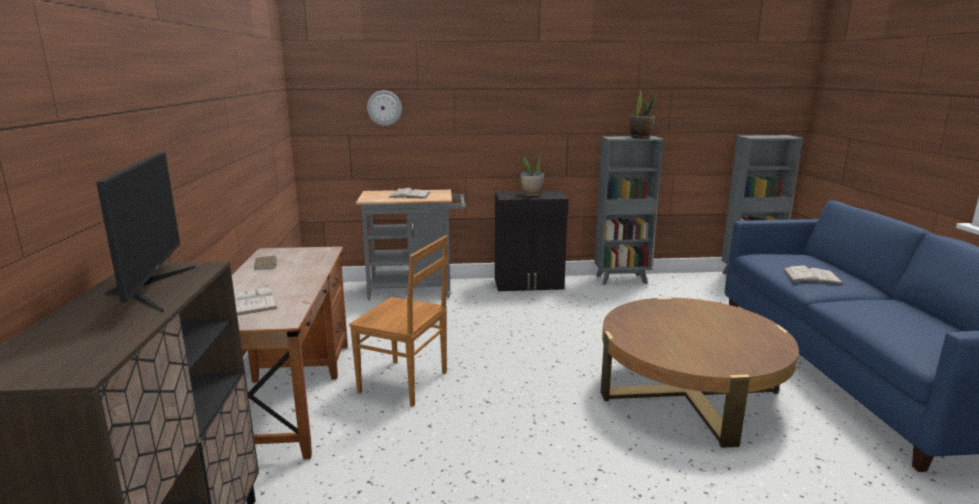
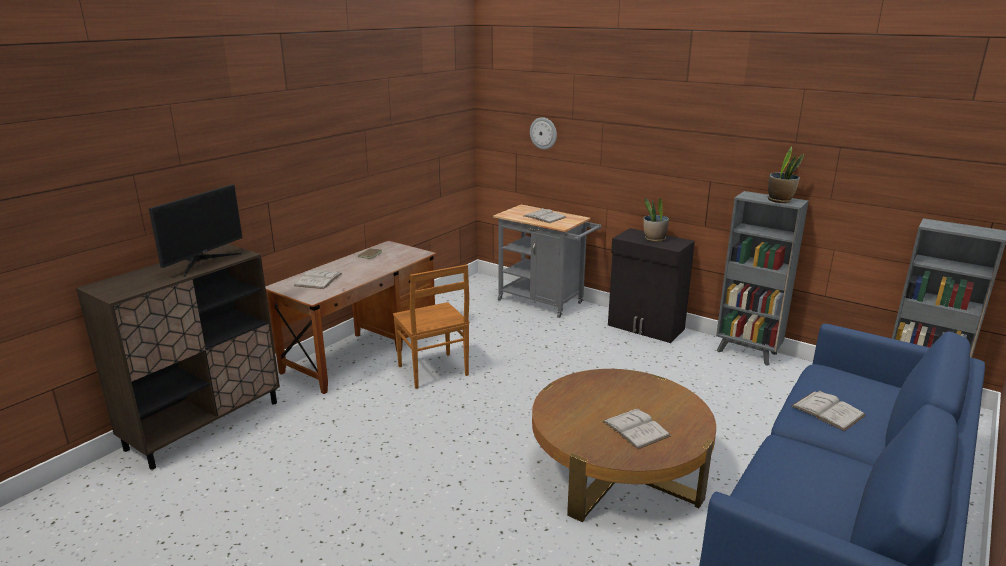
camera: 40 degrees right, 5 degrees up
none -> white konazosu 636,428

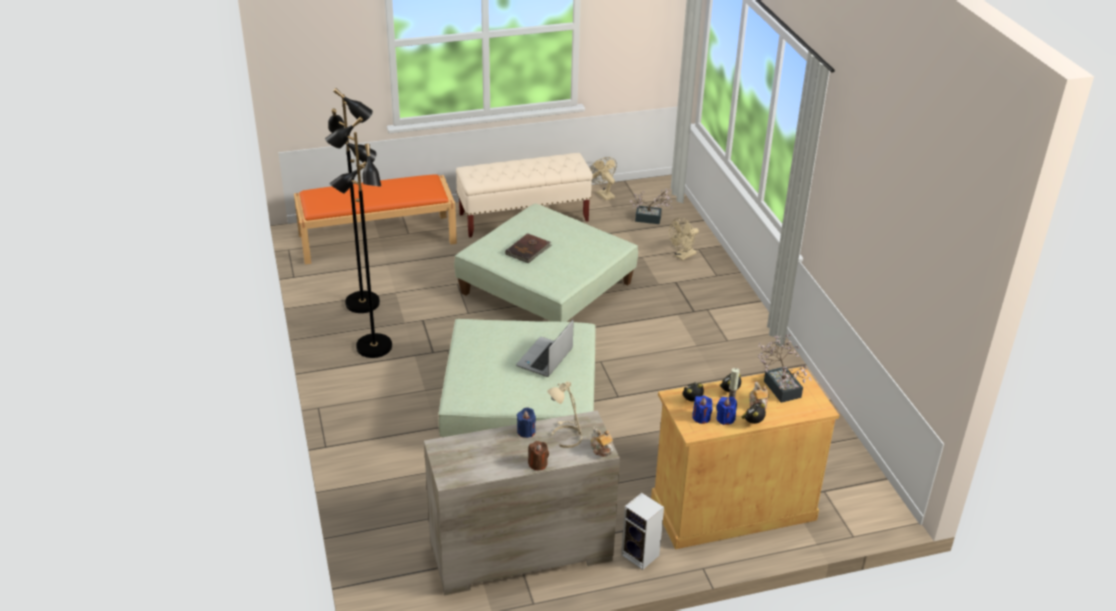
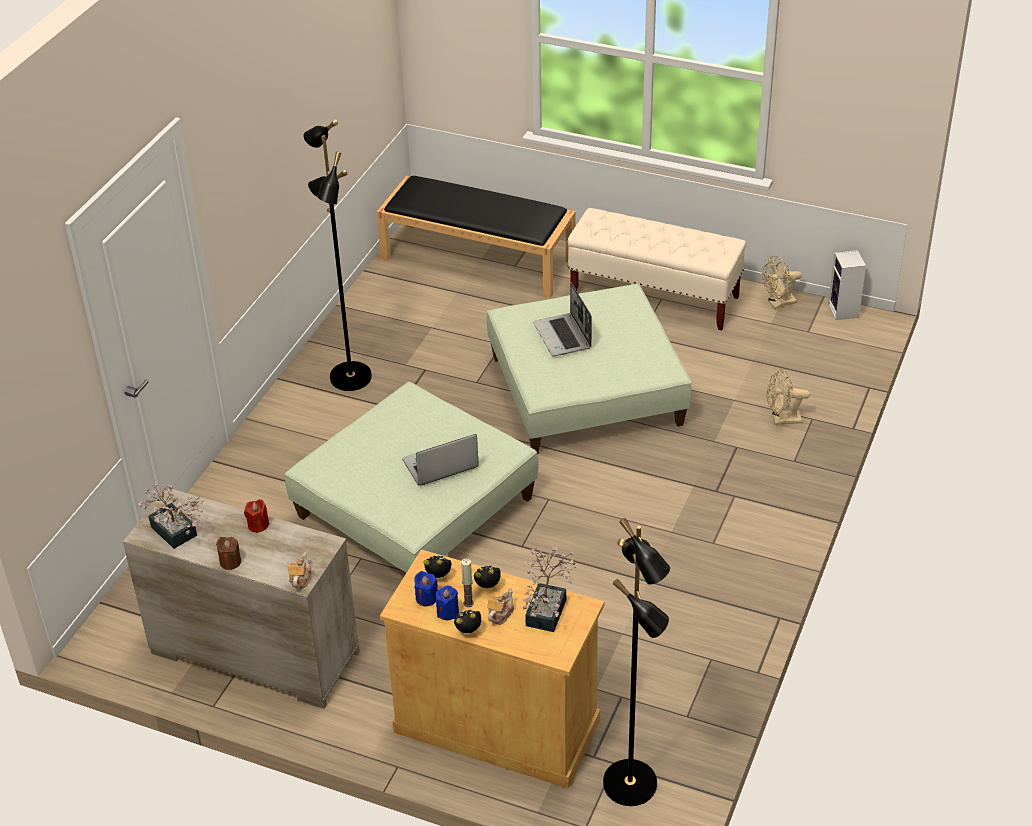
camera: 40 degrees right, 5 degrees up
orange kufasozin 375,219 -> black kufasozin 476,236
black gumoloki 354,200 -> black gumoloki 636,662, relocated
brown konazosu 528,248 -> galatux 562,319
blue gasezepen 526,422 -> red gasezepen 257,516
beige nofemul 564,414 -> none
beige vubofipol 603,179 -> beige vubofipol 782,282, 120 degrees counterclockwise
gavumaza 642,531 -> gavumaza 847,285, relocated
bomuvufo 651,206 -> bomuvufo 171,516, relocated

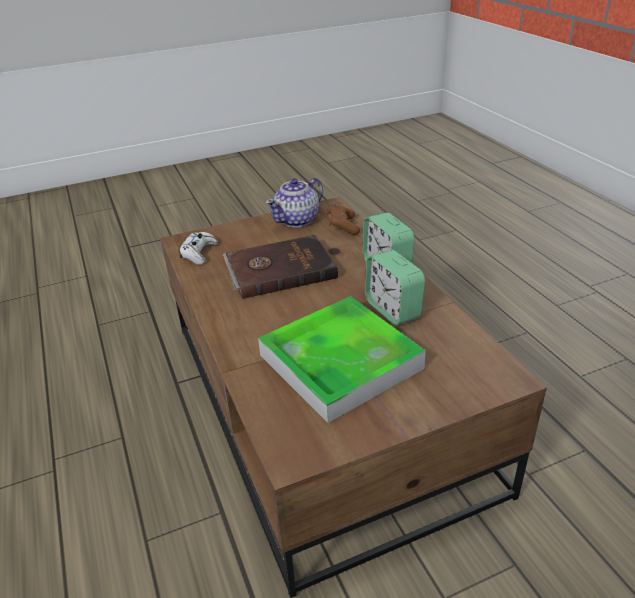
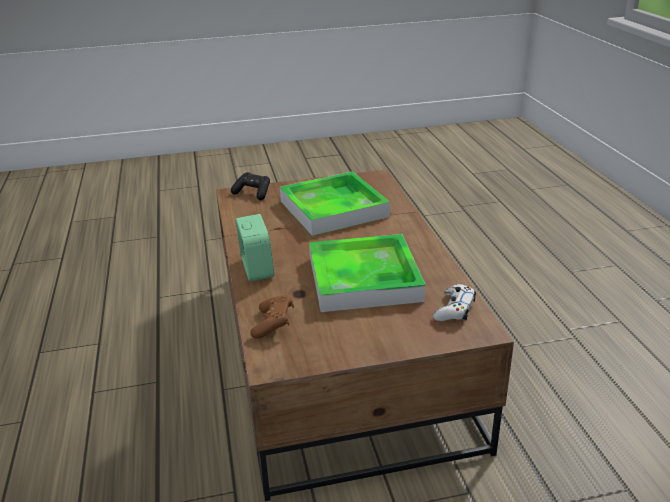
camera: 170 degrees left, 5 degrees down
brown konazosu 280,267 -> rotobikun 367,273
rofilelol 294,202 -> none
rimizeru 395,288 -> none
none -> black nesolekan 250,186

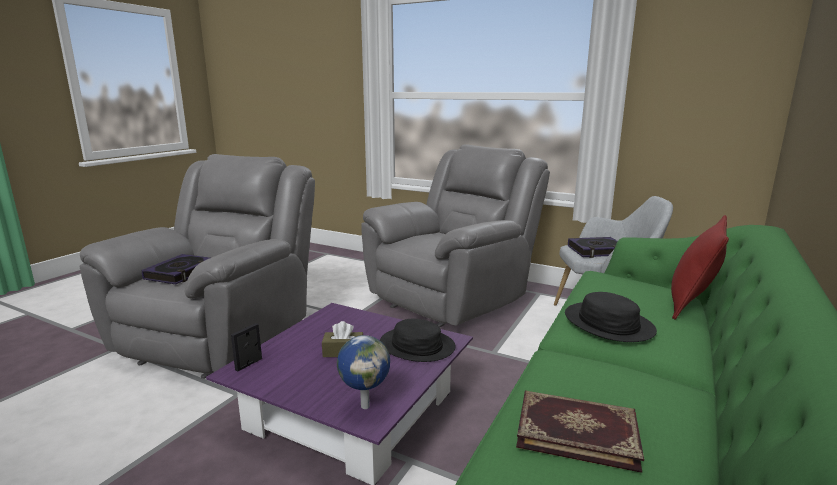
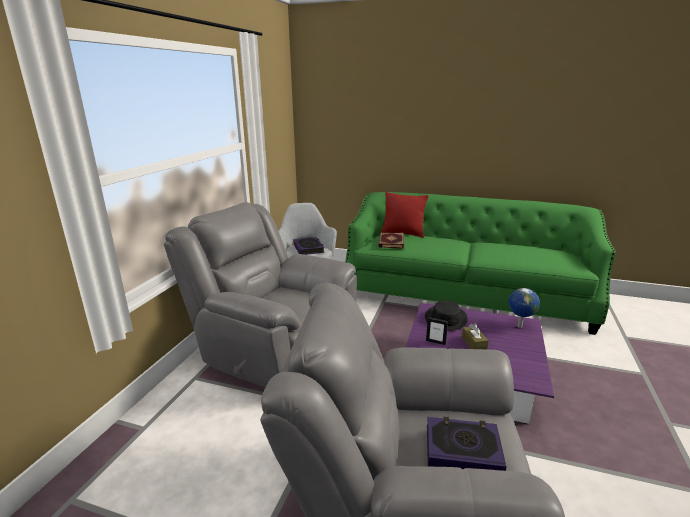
camera: 100 degrees left, 5 degrees up
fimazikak 246,347 -> fimazikak 437,331, relocated
konazosu 580,432 -> konazosu 391,240, relocated
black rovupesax 611,317 -> none

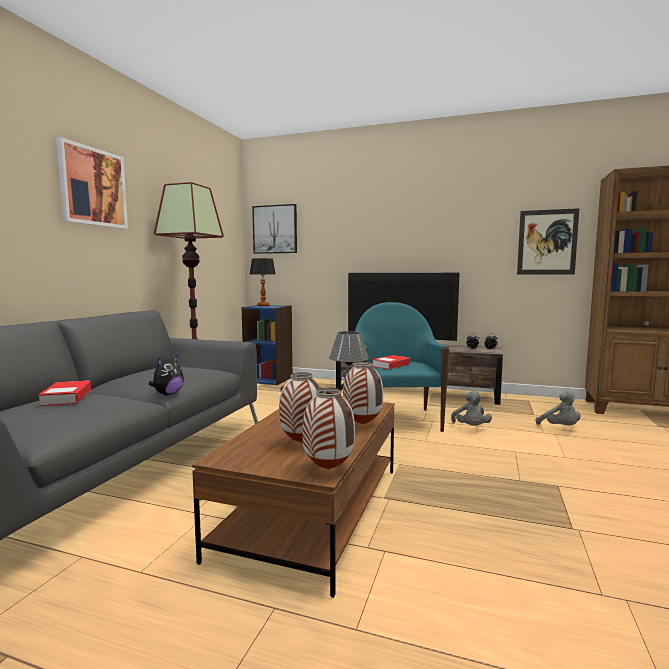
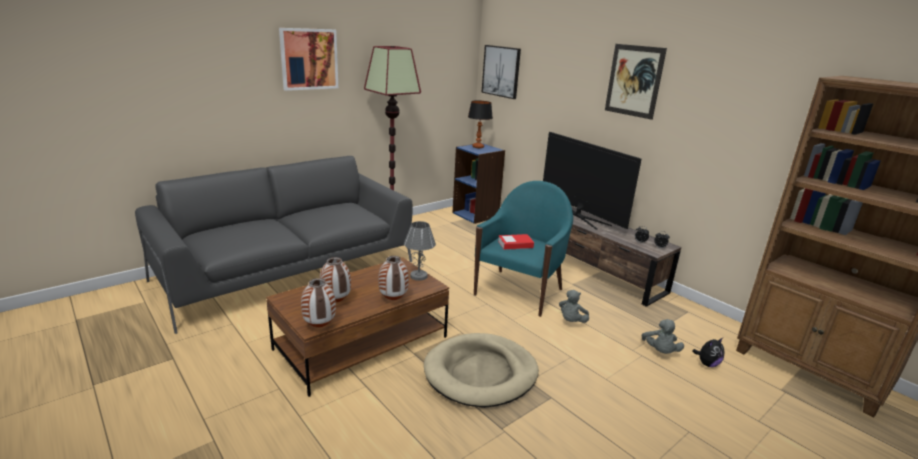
camera: 30 degrees right, 15 degrees up
konazosu 64,393 -> none
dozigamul 166,375 -> dozigamul 709,352, relocated
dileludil 548,241 -> dileludil 636,82, relocated
none -> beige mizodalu 481,370

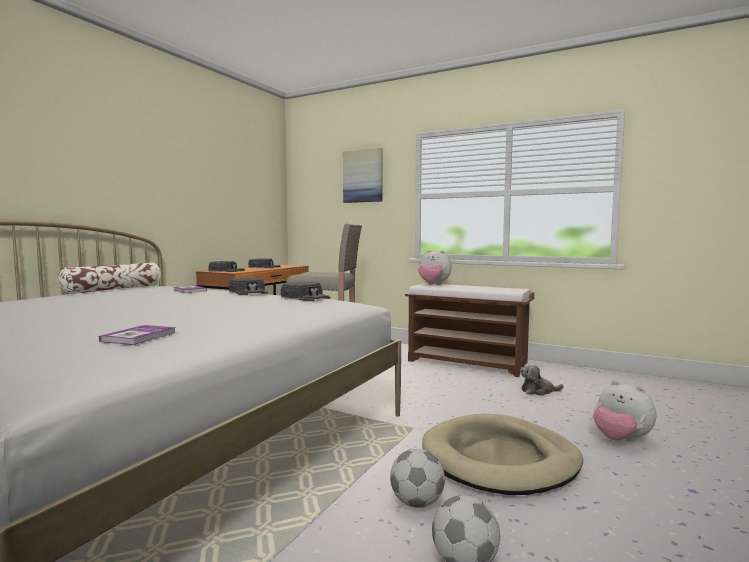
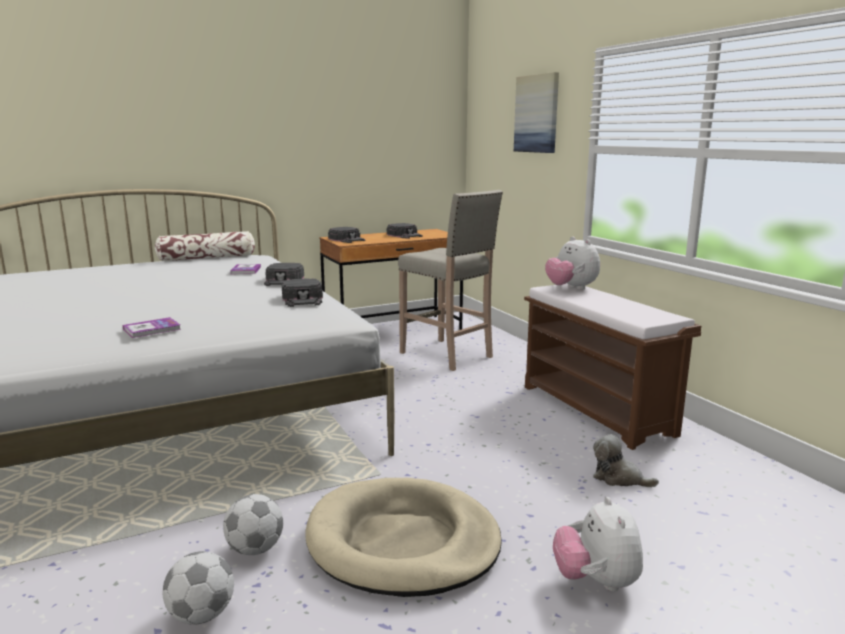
camera: 35 degrees right, 10 degrees up
konazosu 137,335 -> konazosu 152,327, relocated

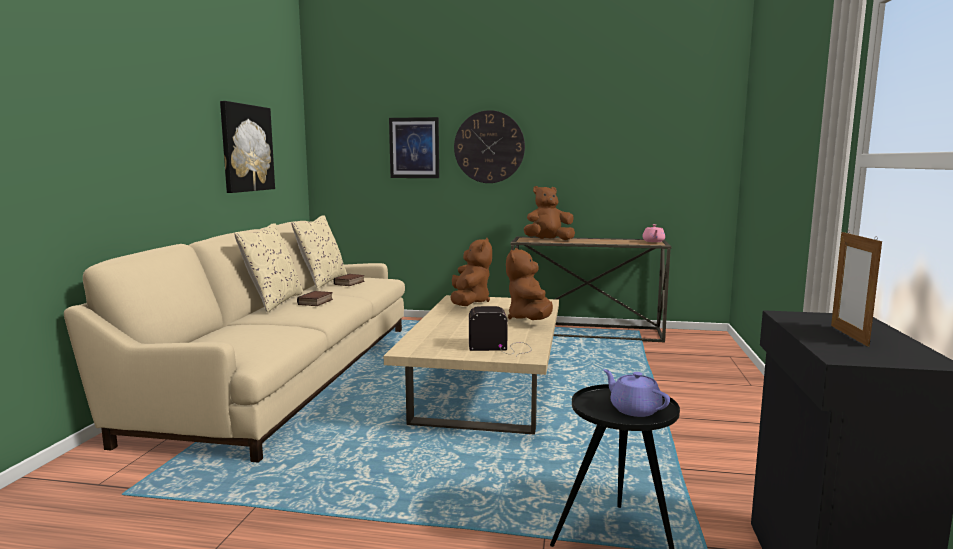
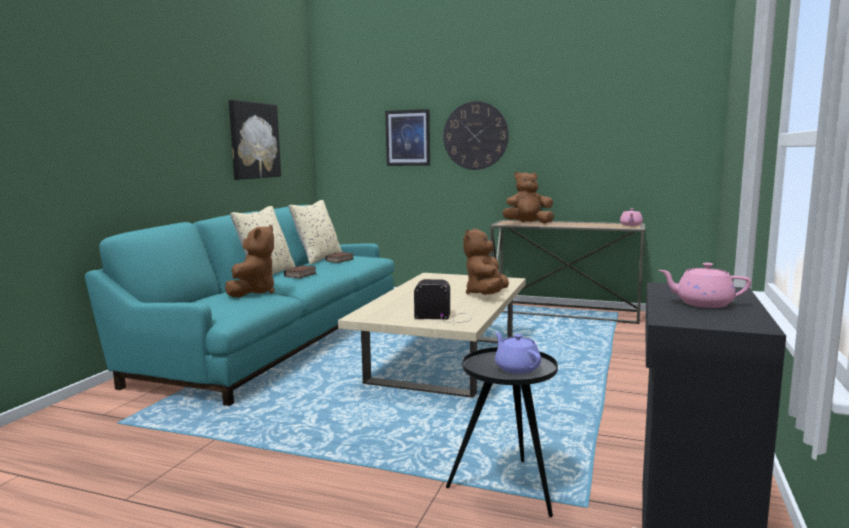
camera: 10 degrees right, 0 degrees up
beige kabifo 234,342 -> turquoise kabifo 240,305
brown dozigamul 471,272 -> brown dozigamul 250,261, relocated
fimazikak 856,288 -> pink rofilelol 705,285

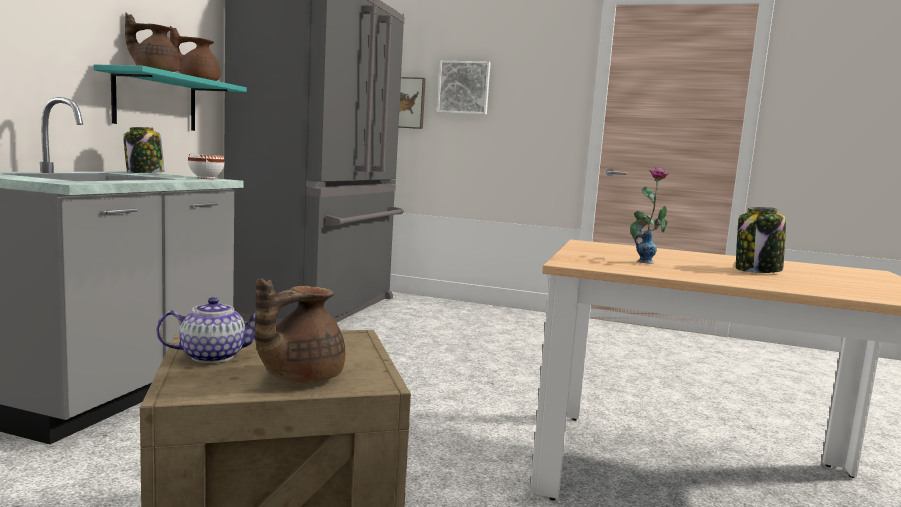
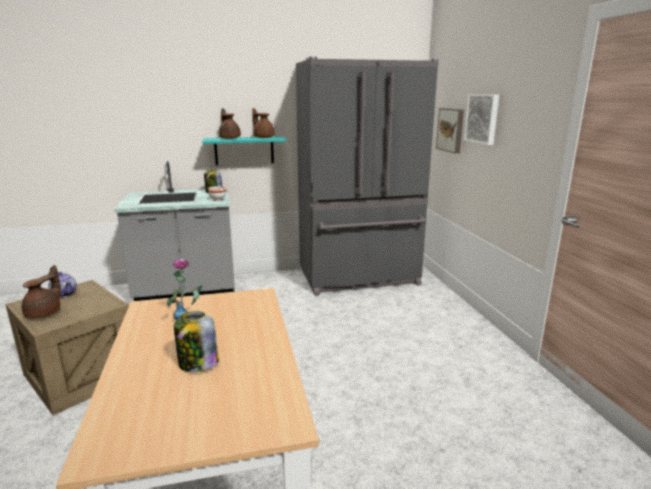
camera: 60 degrees right, 10 degrees up
brown rofilelol 299,331 -> brown rofilelol 41,292, 105 degrees clockwise

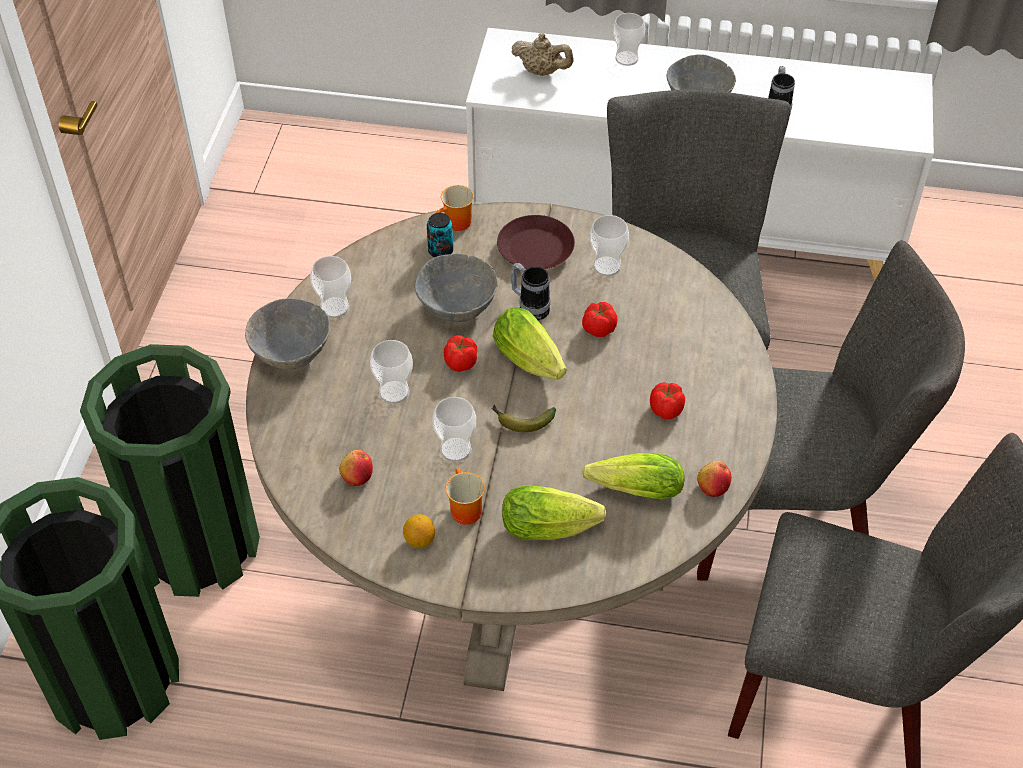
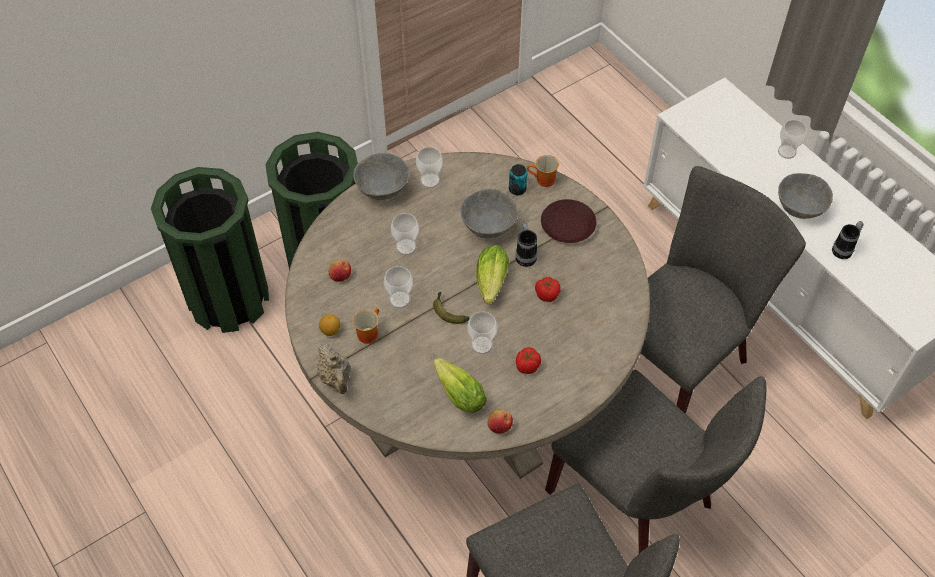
camera: 45 degrees right, 5 degrees up
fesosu 461,353 -> none
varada 554,512 -> none
beige rofilelol 542,54 -> beige rofilelol 334,369, relocated
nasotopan 609,245 -> nasotopan 482,333, relocated

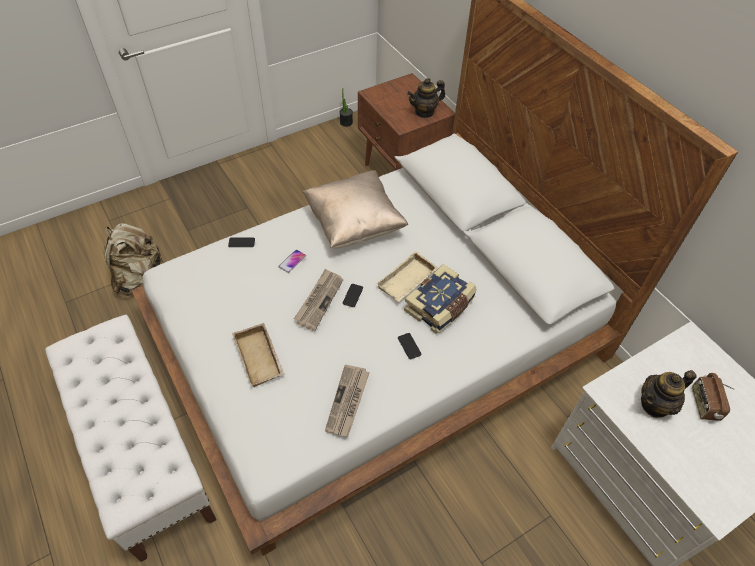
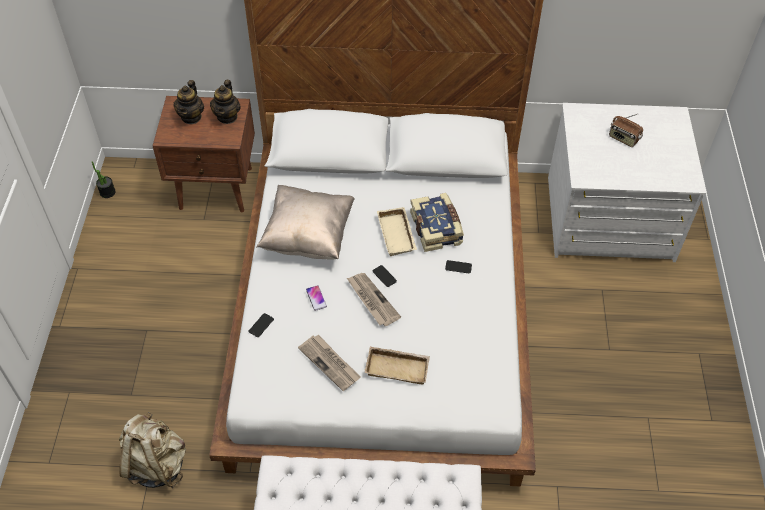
camera: 55 degrees left, 0 degrees up
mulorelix 347,401 -> mulorelix 329,363, relocated
rofilelol 669,394 -> rofilelol 189,102, relocated

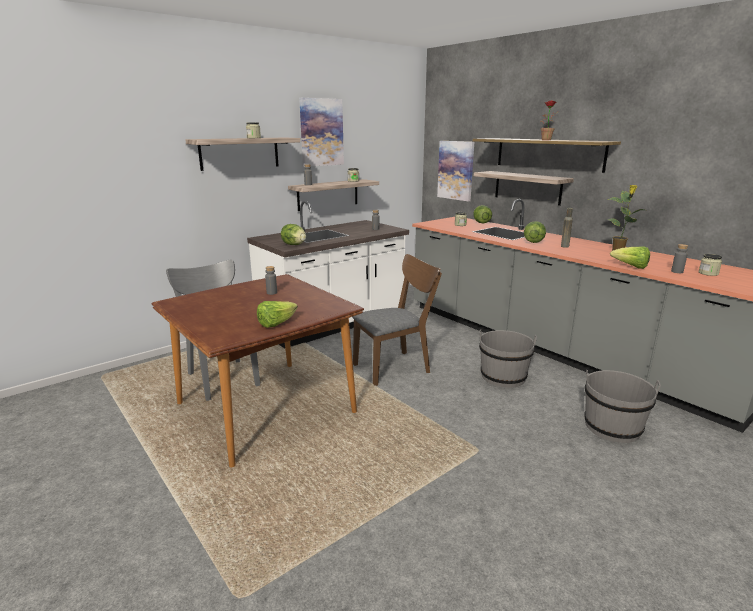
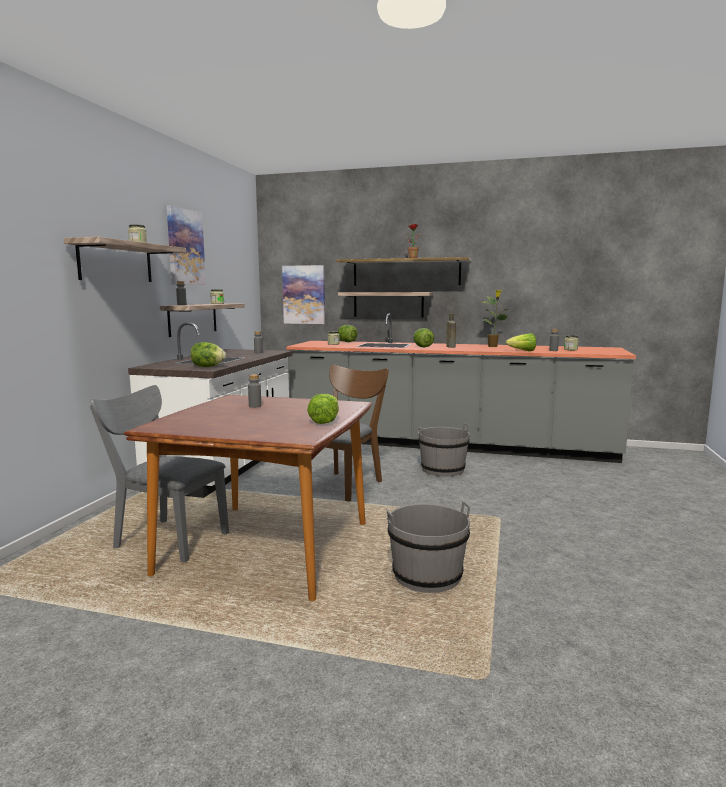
camera: 35 degrees left, 10 degrees down
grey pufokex 623,406 -> grey pufokex 428,547, relocated

